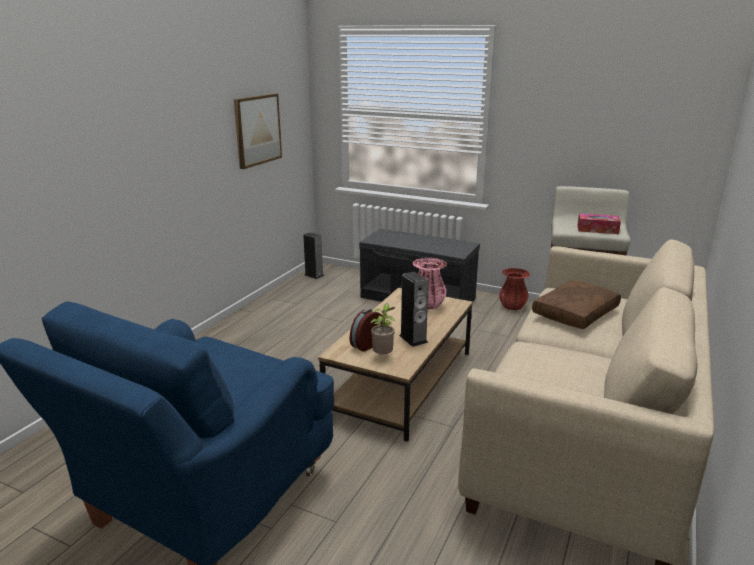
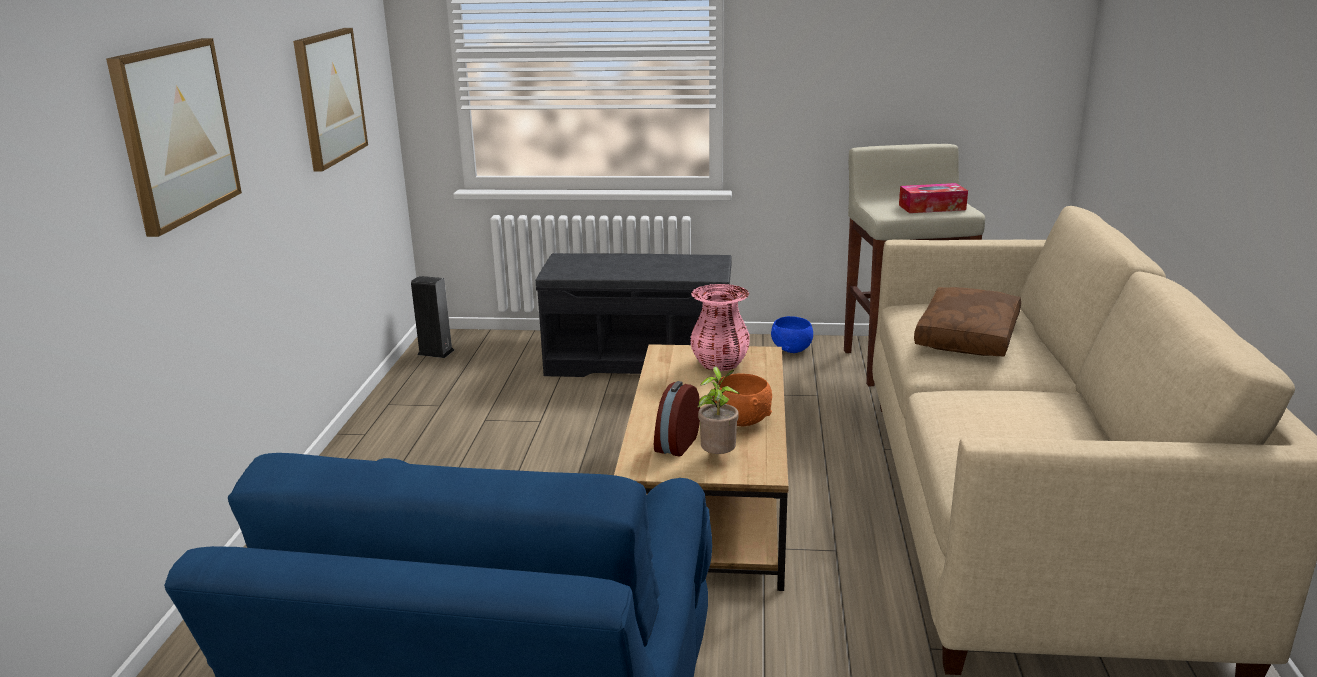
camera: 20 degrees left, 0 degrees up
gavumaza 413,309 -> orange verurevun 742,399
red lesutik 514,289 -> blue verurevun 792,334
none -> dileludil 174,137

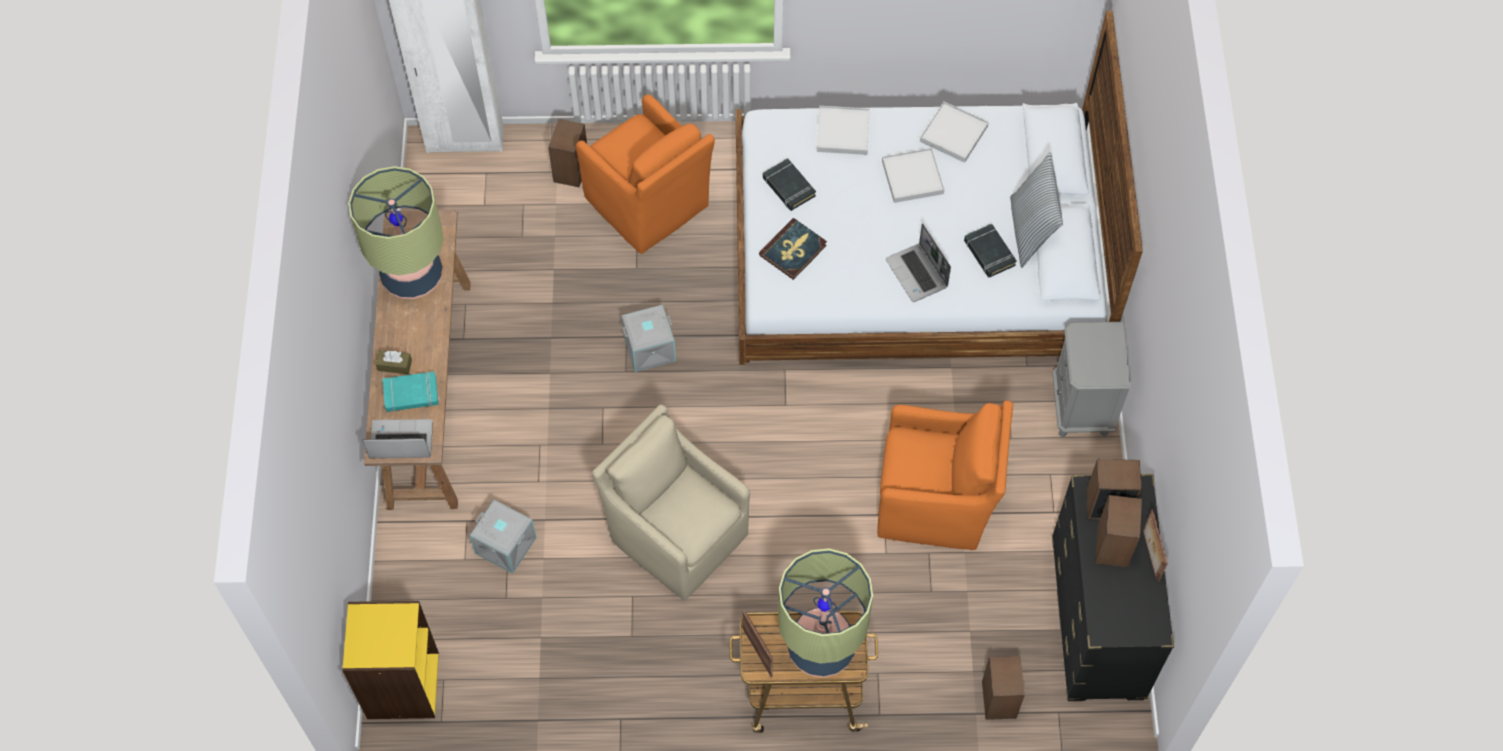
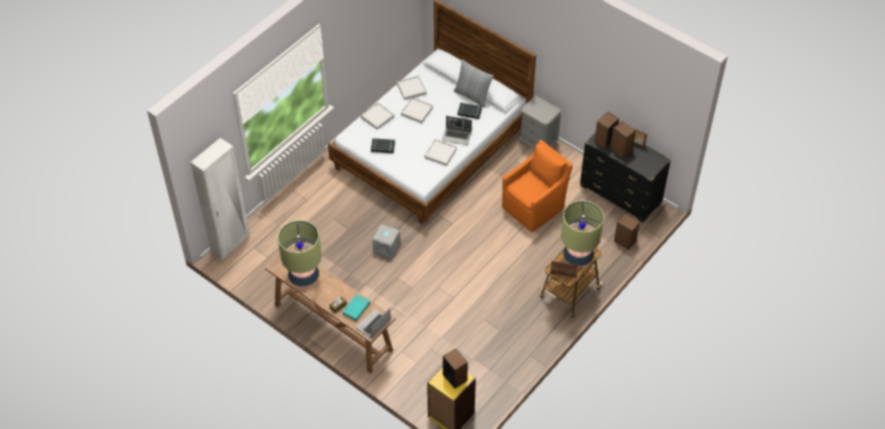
camera: 50 degrees left, 10 degrees down
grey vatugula 503,536 -> none
gavumaza 567,153 -> gavumaza 455,368, relocated
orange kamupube 645,174 -> none
beige kamupube 671,502 -> none
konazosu 793,249 -> none
none -> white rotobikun 441,152

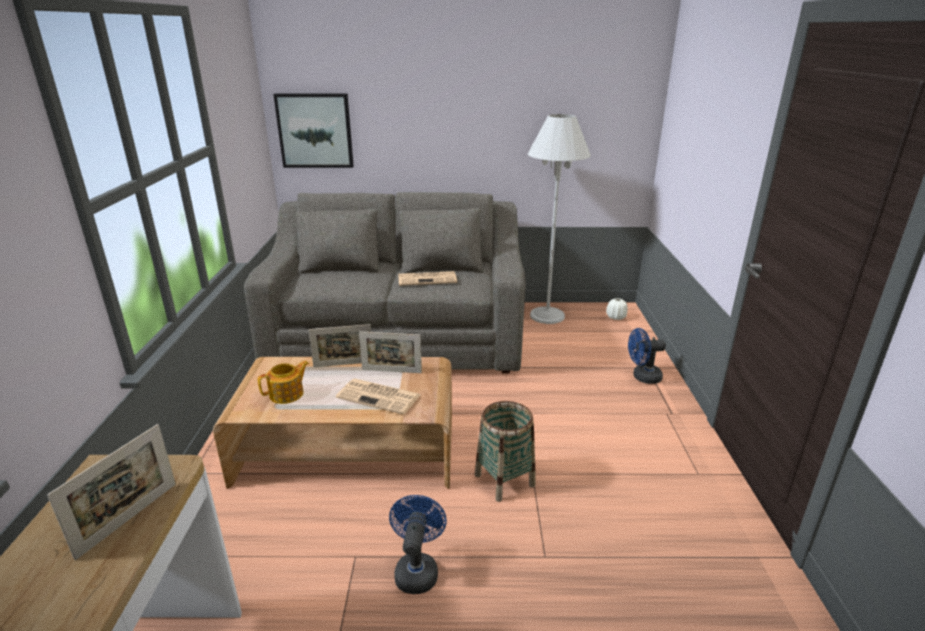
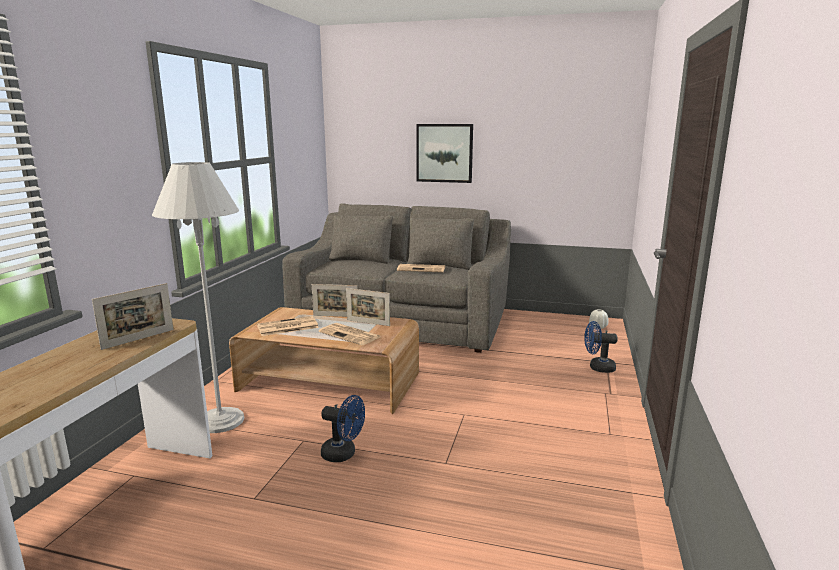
camera: 15 degrees right, 10 degrees down
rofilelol 283,382 -> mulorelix 288,326
dileludil 313,130 -> dileludil 444,153, relocated
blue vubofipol 418,544 -> blue vubofipol 343,428, 90 degrees clockwise
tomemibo 505,451 -> none
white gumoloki 559,219 -> white gumoloki 198,297, relocated

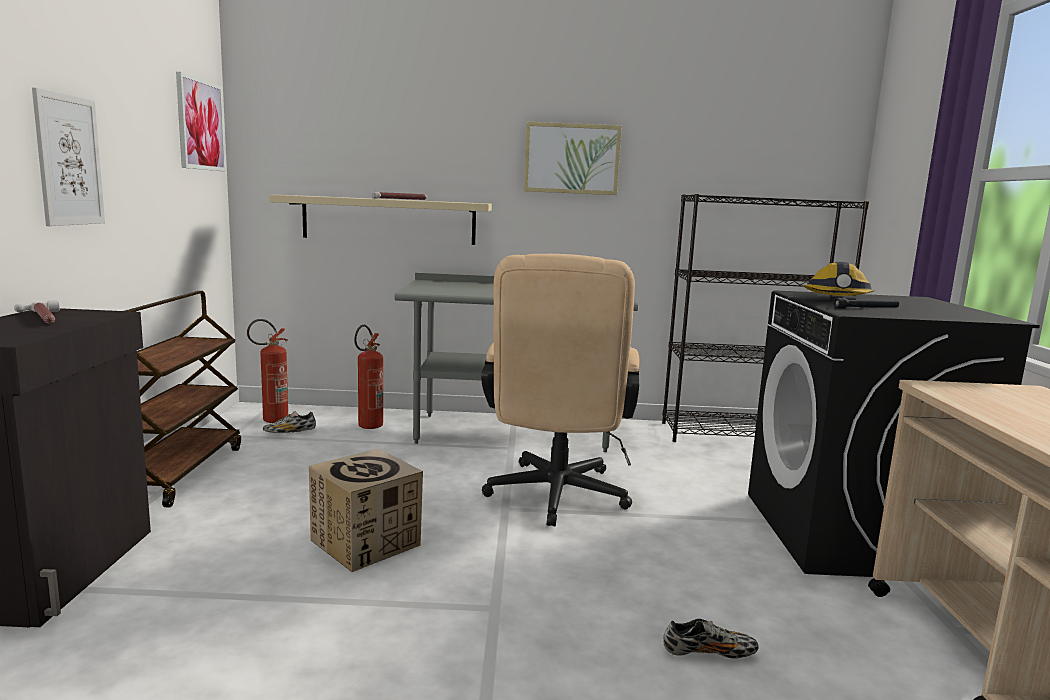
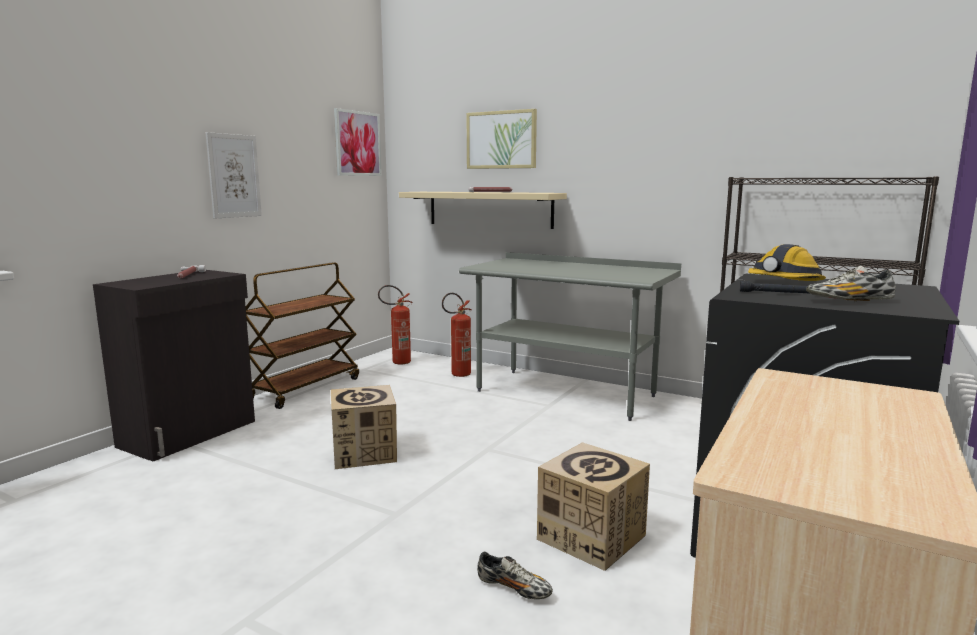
camera: 30 degrees right, 0 degrees up
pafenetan 289,422 -> pafenetan 851,284, relocated
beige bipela 560,390 -> none
dileludil 573,158 -> dileludil 502,139, relocated
none -> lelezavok 593,506

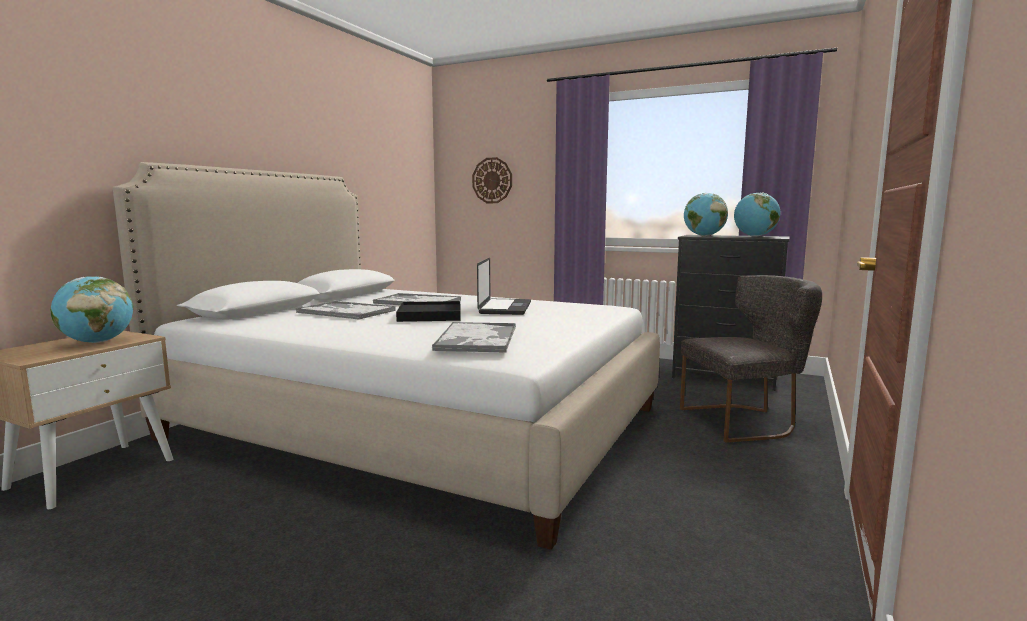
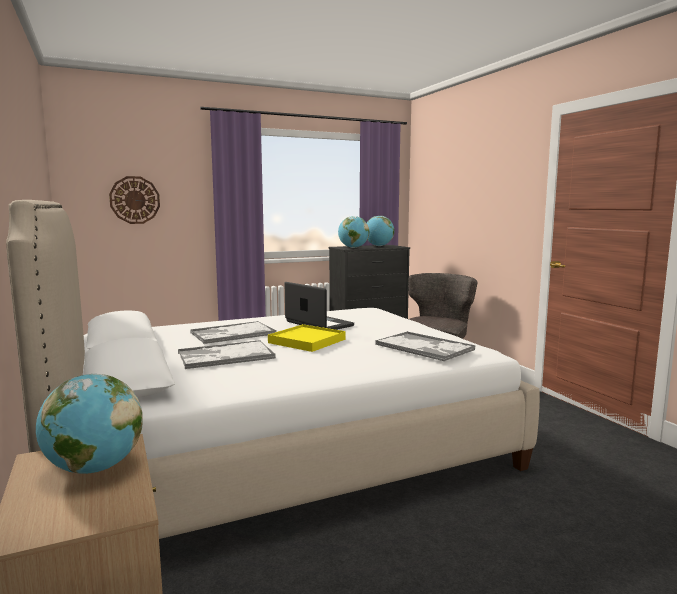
camera: 50 degrees left, 0 degrees up
black rotobikun 428,311 -> yellow rotobikun 307,338

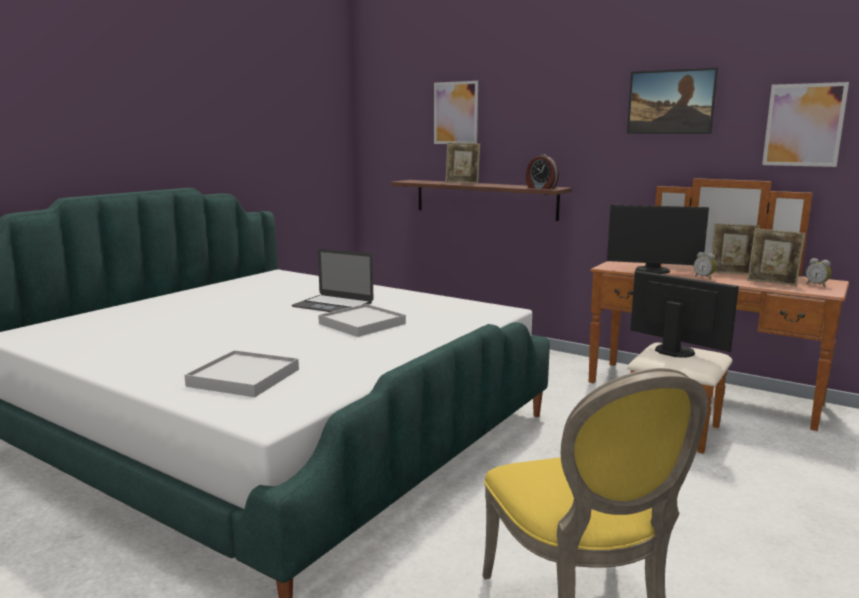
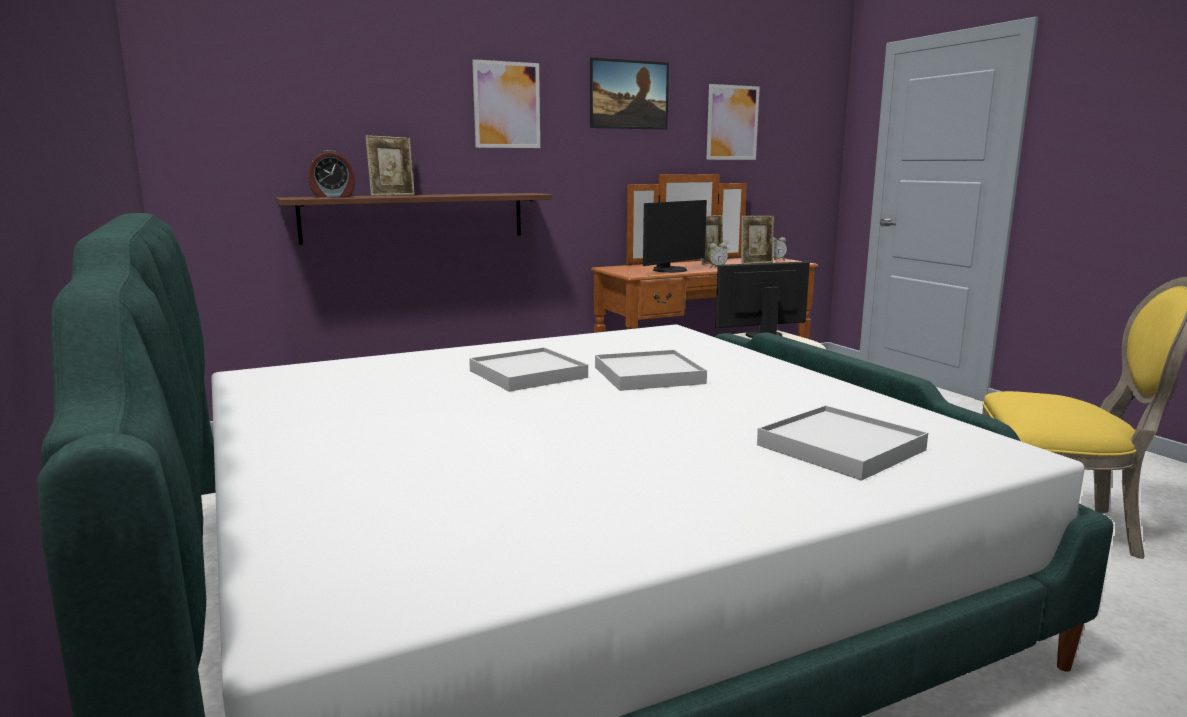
camera: 60 degrees left, 0 degrees up
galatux 332,280 -> white rotobikun 528,369
dileludil 456,112 -> dileludil 506,103, relocated
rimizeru 542,172 -> rimizeru 331,173, relocated

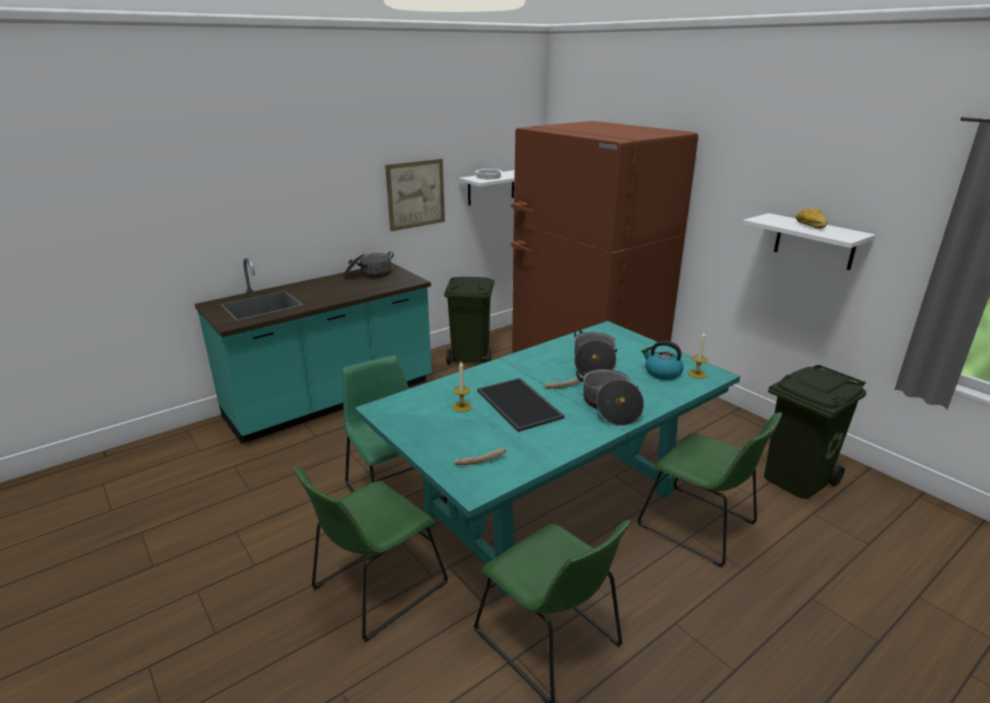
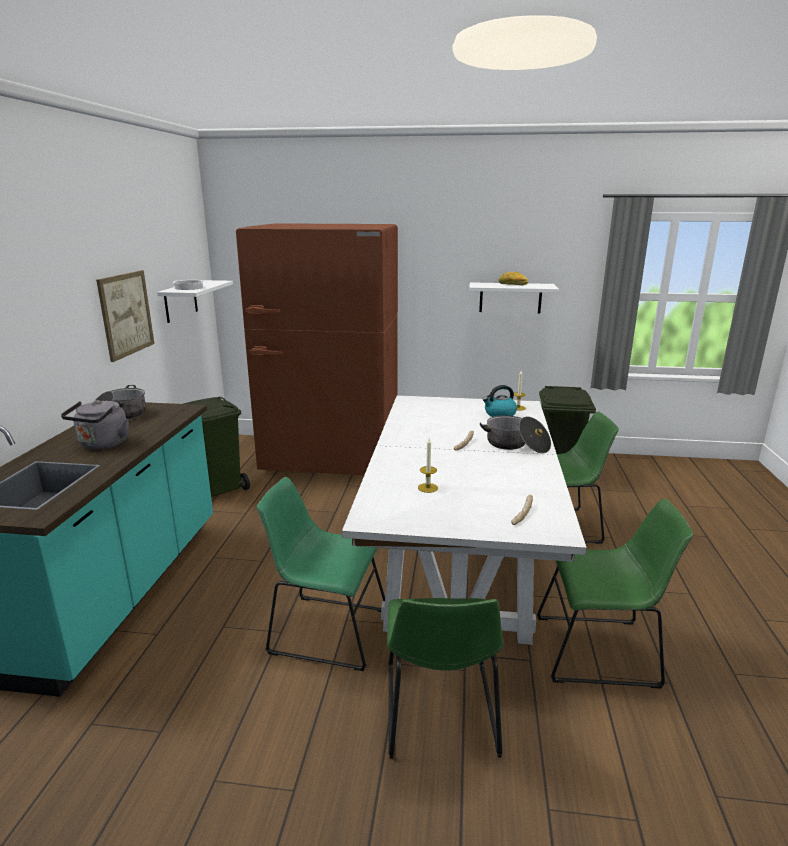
camera: 45 degrees left, 5 degrees down
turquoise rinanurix 547,458 -> white rinanurix 464,520
rotobikun 520,405 -> none
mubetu 595,352 -> none
none -> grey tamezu 95,424

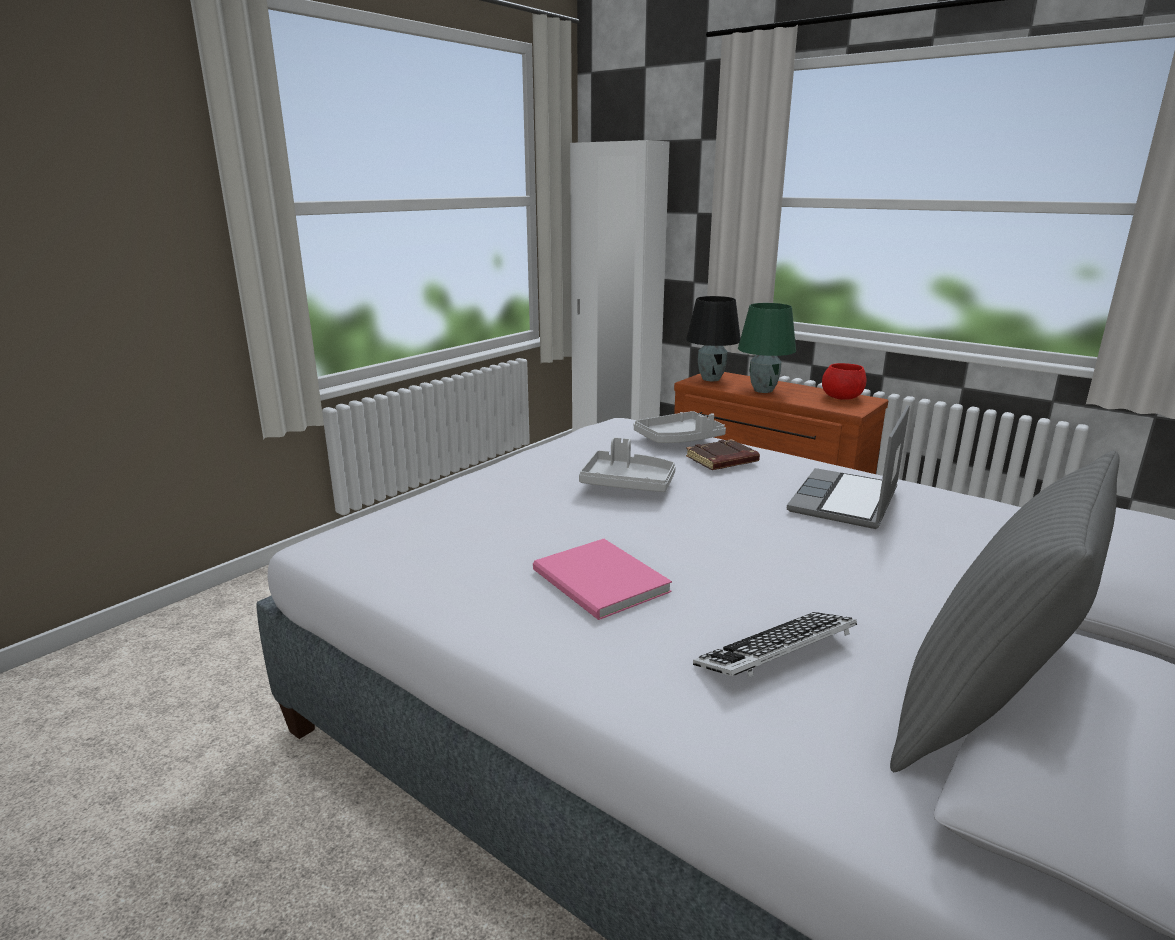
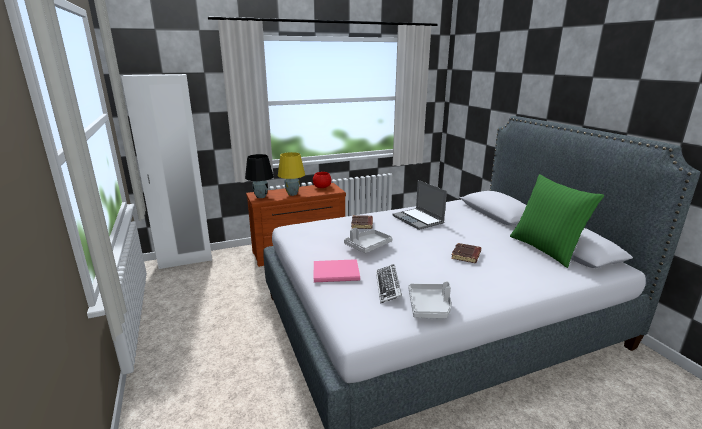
camera: 60 degrees left, 0 degrees up
pink konazosu 602,579 -> pink konazosu 337,270, relocated
grey rotobikun 680,427 -> grey rotobikun 430,299, relocated
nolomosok 775,644 -> nolomosok 389,284, relocated
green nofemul 767,348 -> yellow nofemul 291,174
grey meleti 1005,611 -> green meleti 557,221
none -> brown konazosu 466,253

